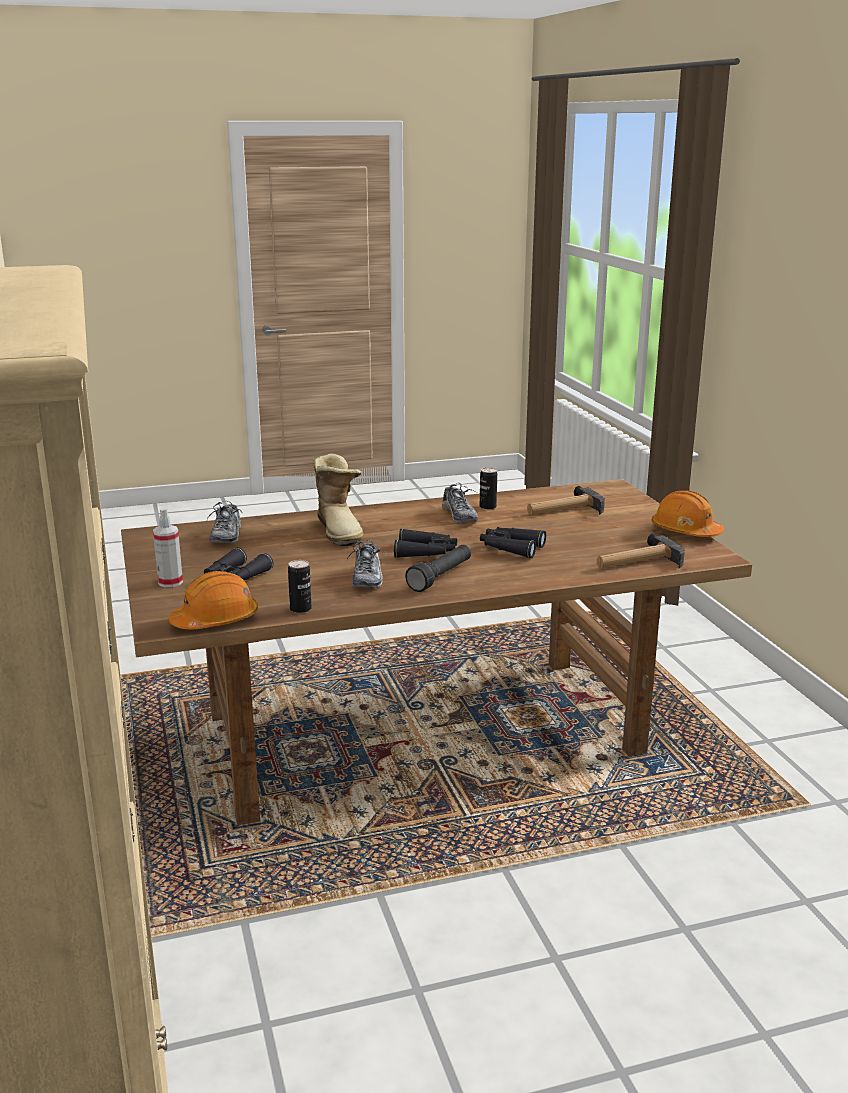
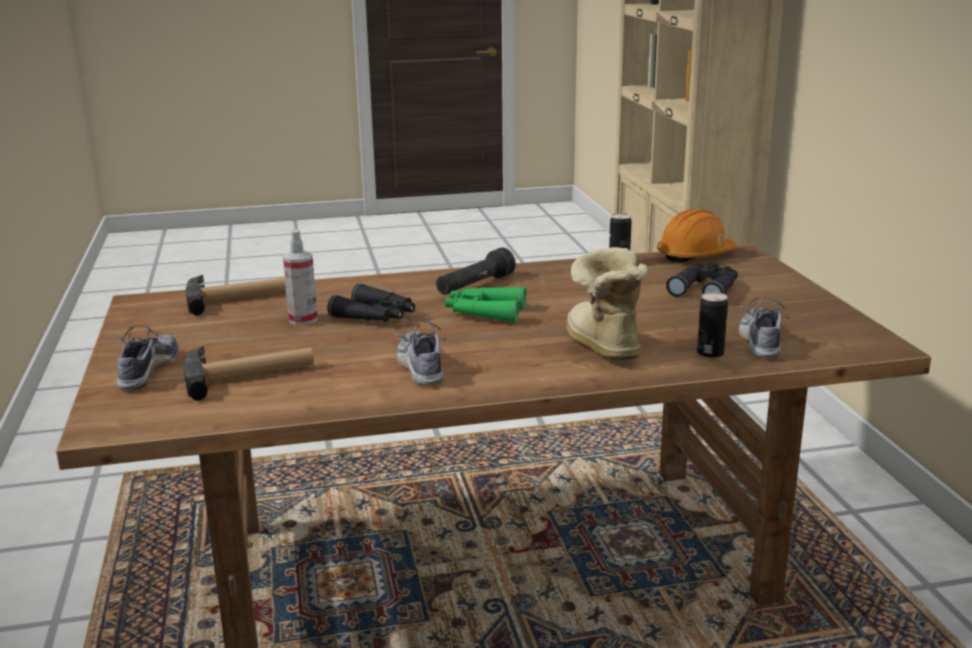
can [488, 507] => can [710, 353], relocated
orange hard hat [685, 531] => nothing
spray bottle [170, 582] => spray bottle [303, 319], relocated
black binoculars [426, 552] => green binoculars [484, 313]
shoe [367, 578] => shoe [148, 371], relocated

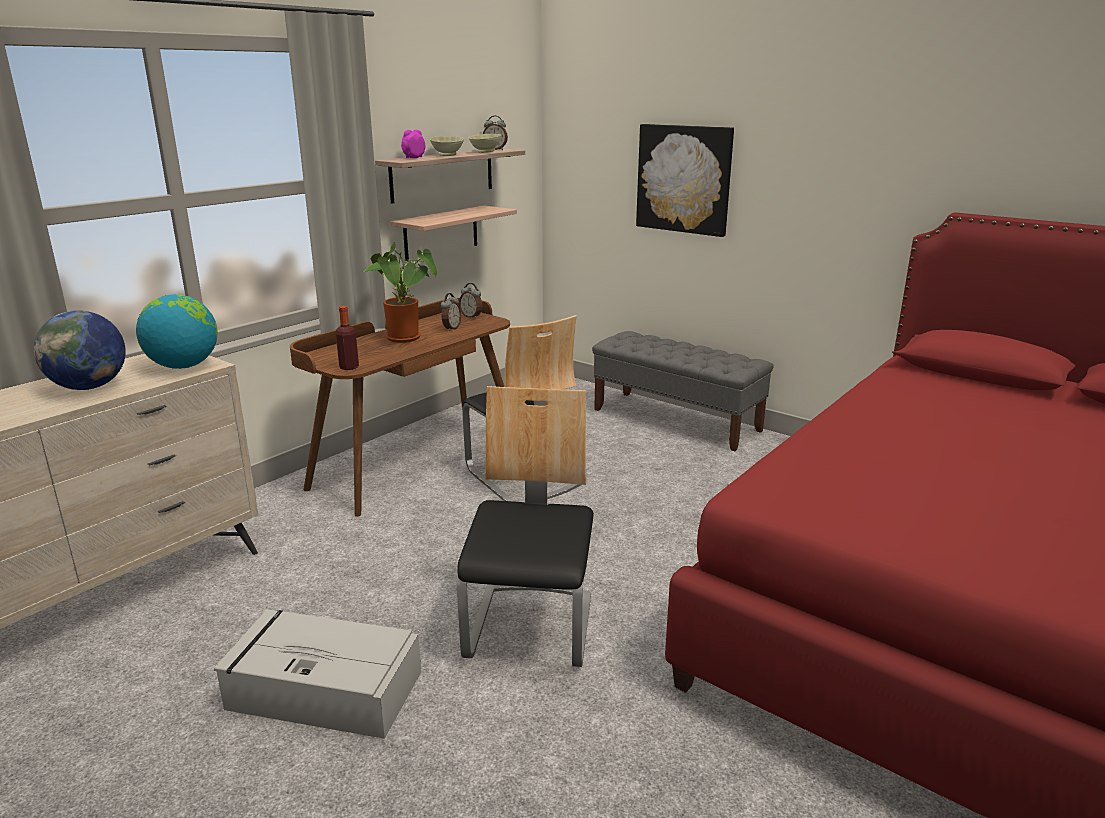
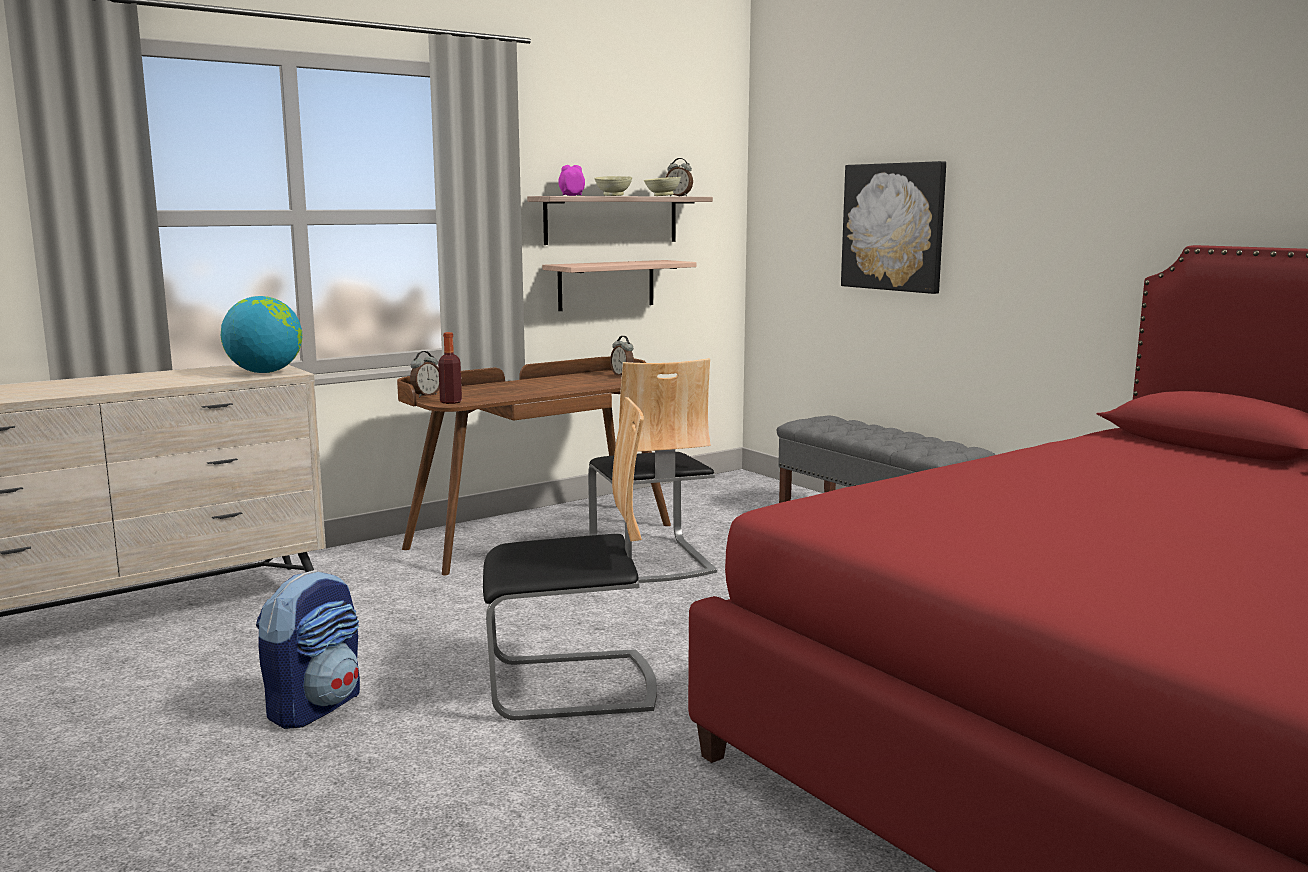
potted plant [406, 339] => nothing
alarm clock [451, 328] => alarm clock [426, 395], relocated
globe [89, 387] => nothing
chair [531, 627] => chair [571, 685], 60 degrees clockwise
grey storage box [322, 690] => backpack [315, 706]

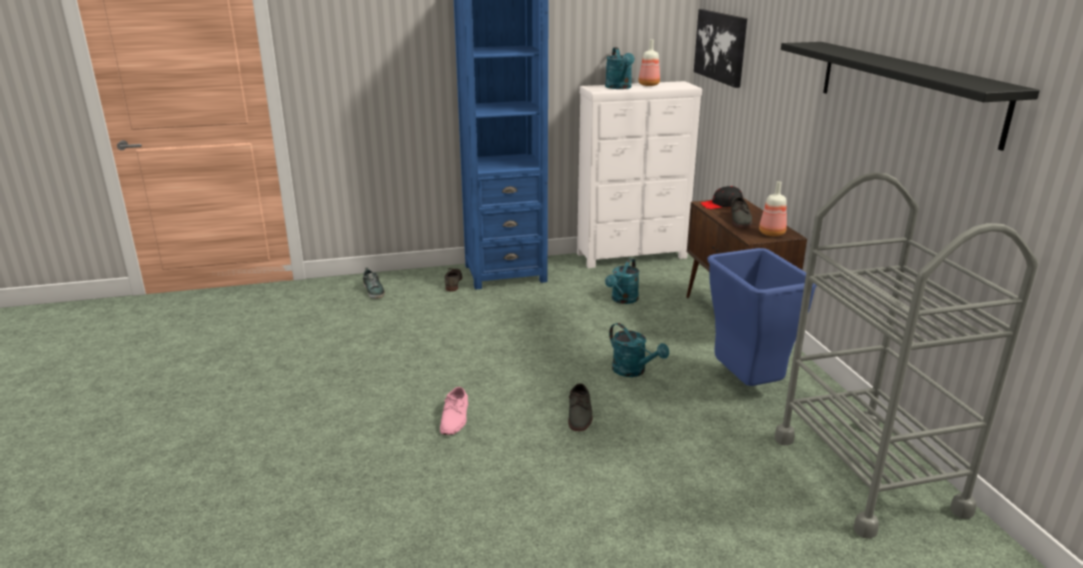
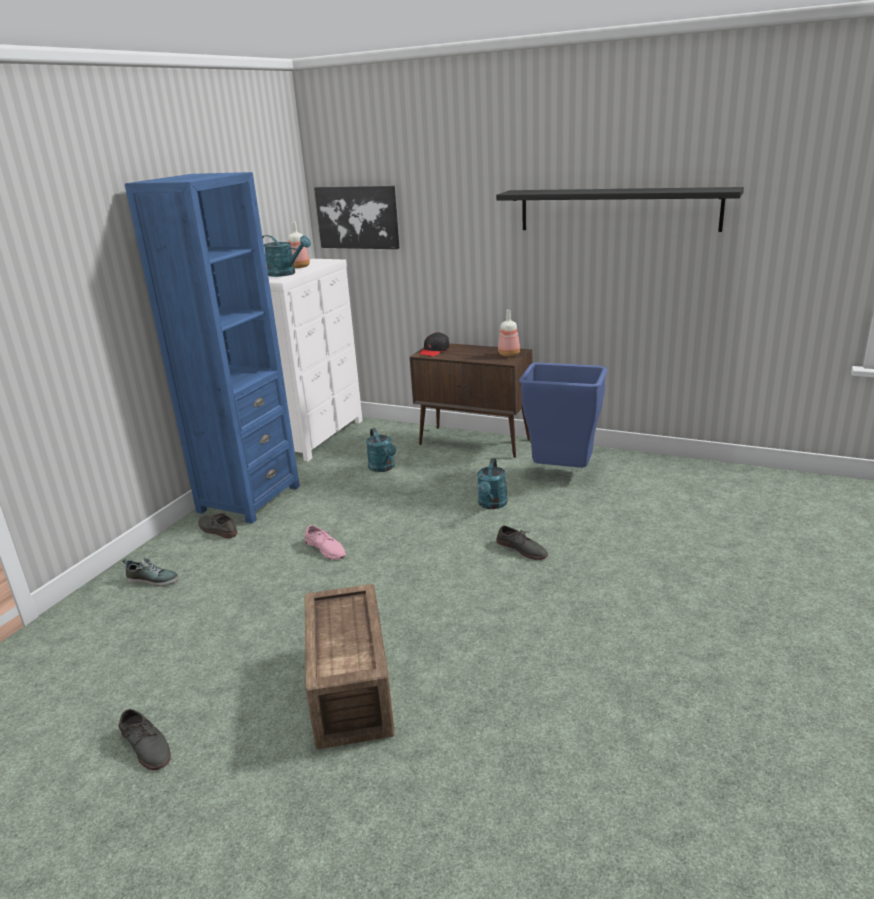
grey cart [867, 474] => nothing
grey shoe [740, 220] => grey shoe [147, 745], relocated
turquoise watering can [633, 371] => turquoise watering can [491, 505], 105 degrees clockwise
pink shoe [455, 418] => pink shoe [326, 548], relocated
nothing => crate [353, 687]

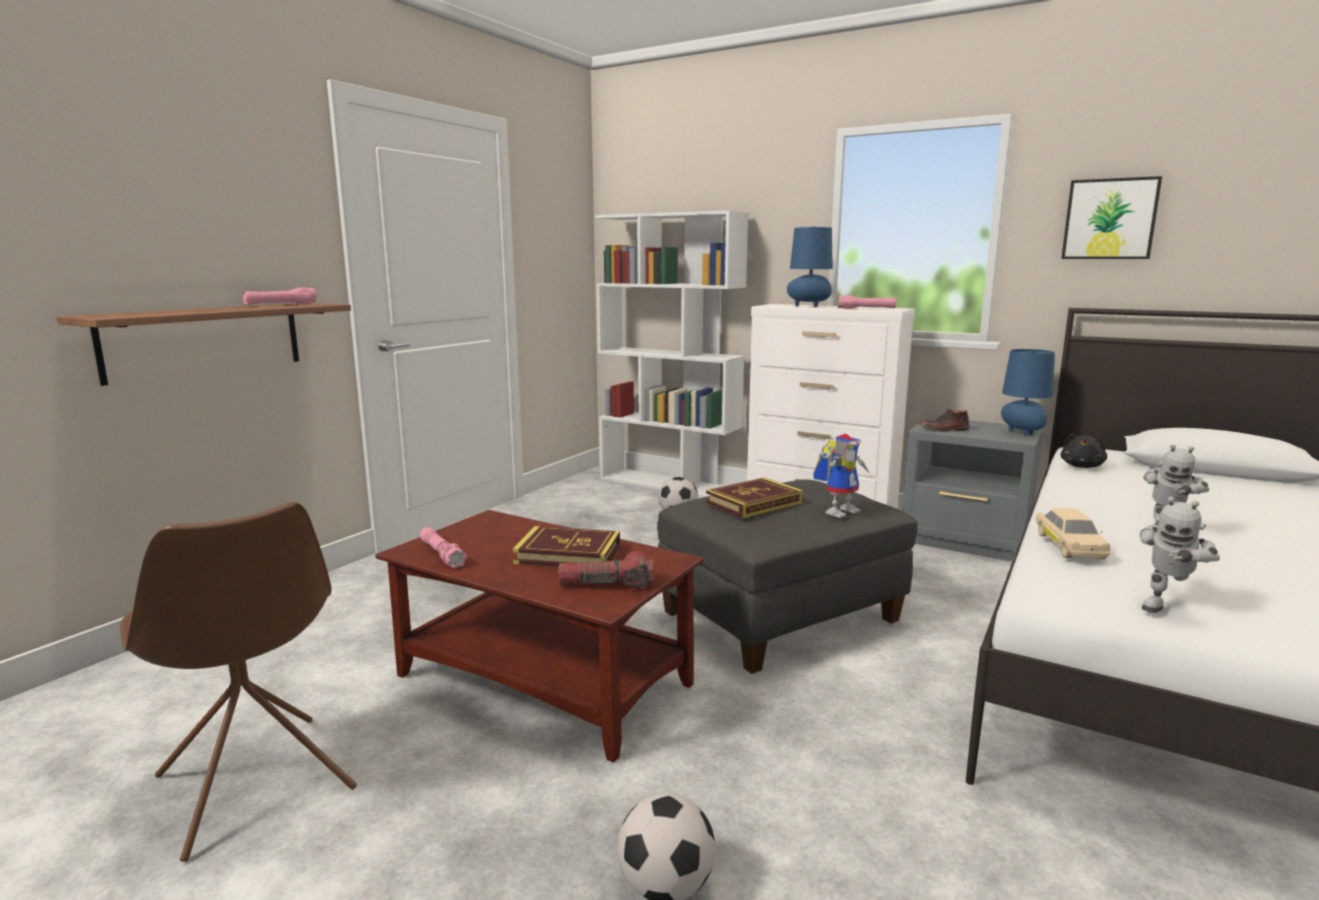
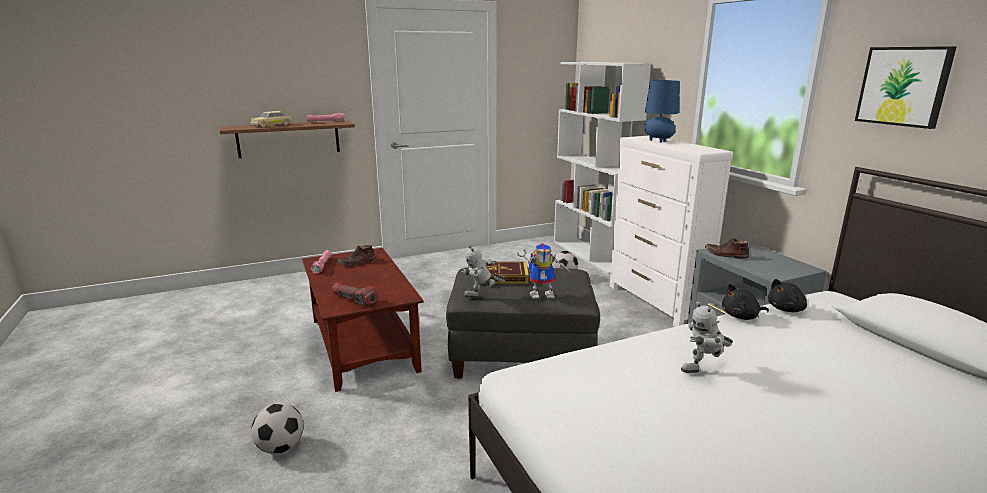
pink flashlight [866, 309] => nothing
blue table lamp [1022, 433] => nothing
toy robot [1165, 605] => toy robot [482, 297], relocated
brown chair [255, 785] => nothing
beige toy car [1069, 546] => beige toy car [272, 125], relocated
book [568, 554] => nothing
nothing => brown shoe [357, 262]
nothing => black plush toy [741, 316]

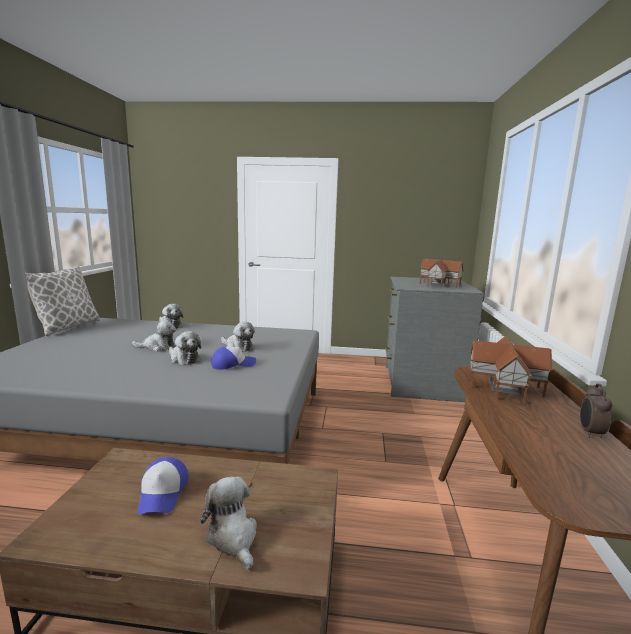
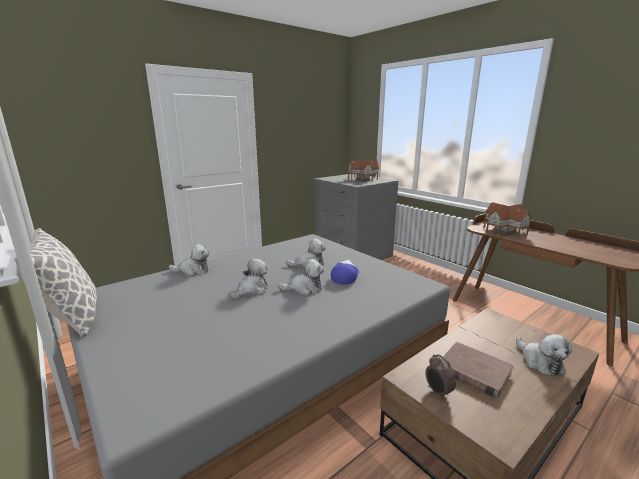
alarm clock [590, 433] => alarm clock [438, 392], relocated
cap [163, 493] => brown book [474, 371]
plush toy [233, 537] => plush toy [539, 361], 120 degrees counterclockwise

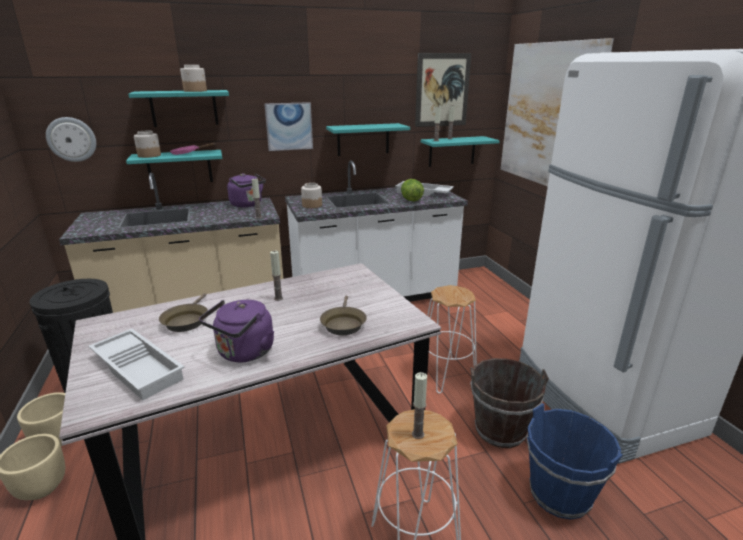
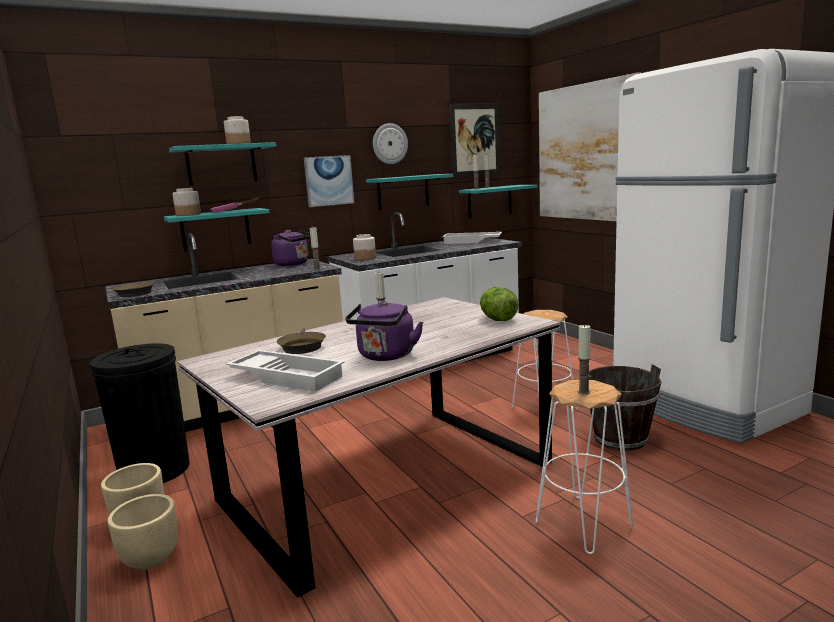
wall clock [71, 139] => wall clock [389, 144], relocated
lettuce [411, 200] => lettuce [498, 320], relocated
brown frying pan [343, 324] => brown frying pan [135, 293], relocated
blue bucket [559, 494] => nothing

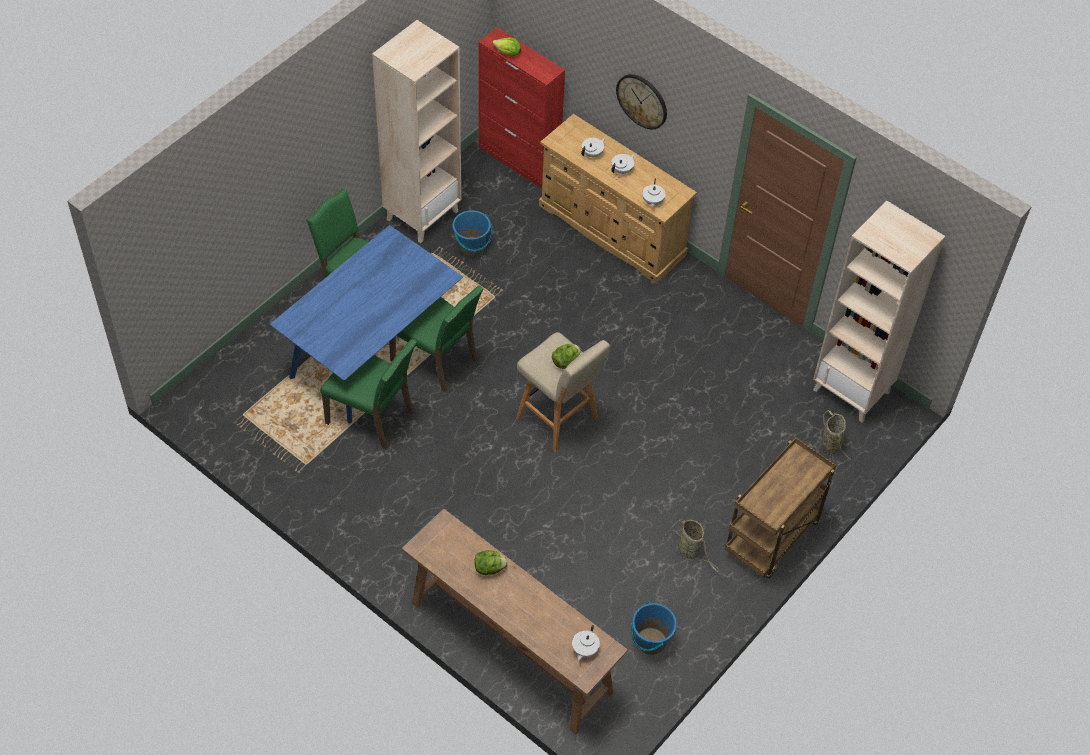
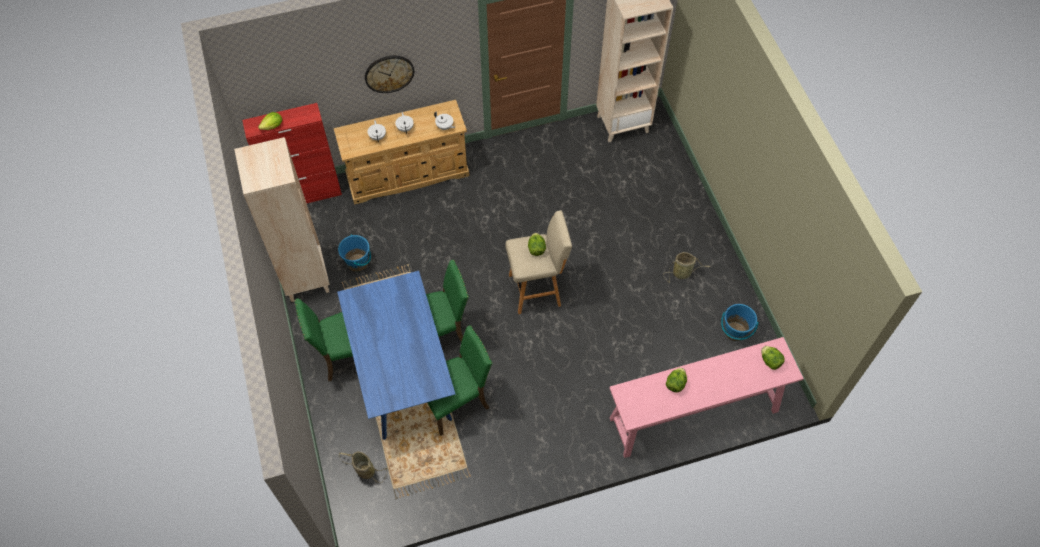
basket [831, 443] => basket [364, 470], relocated
brown cart [772, 539] => nothing
brown console table [510, 647] => pink console table [693, 415]
white teapot [584, 650] => lettuce [770, 361]

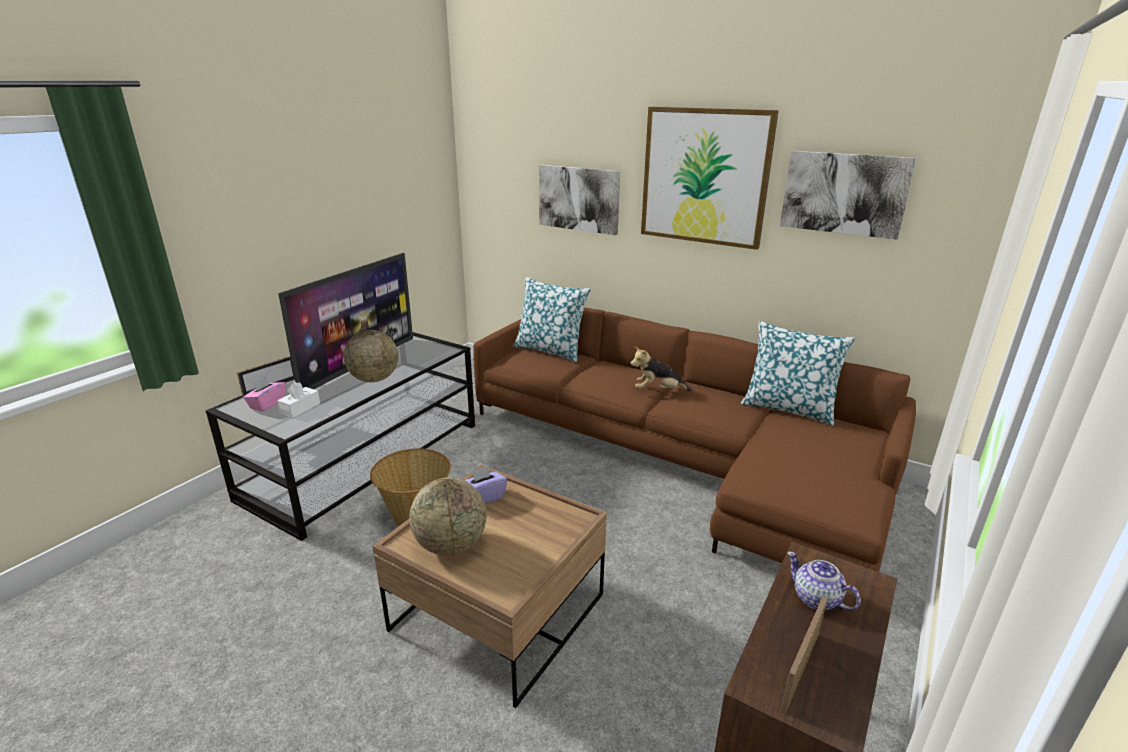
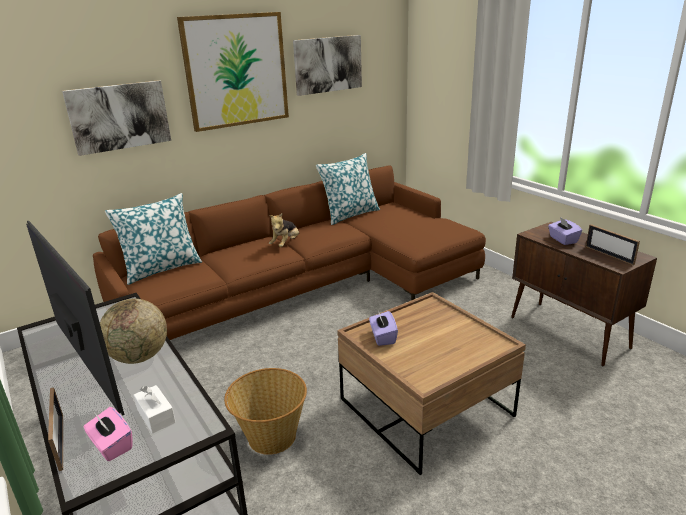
globe [451, 545] => nothing
teapot [817, 599] => purple tissue box [562, 240]

